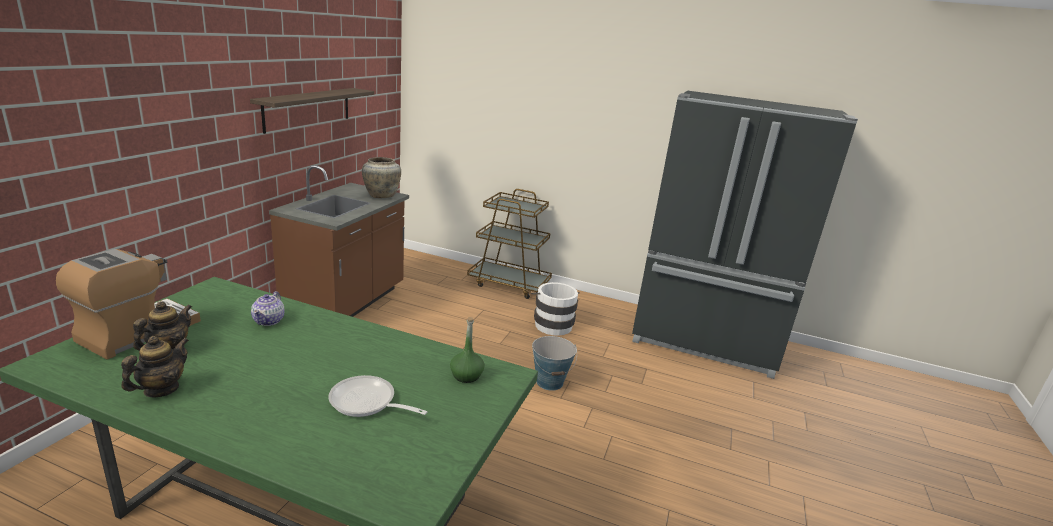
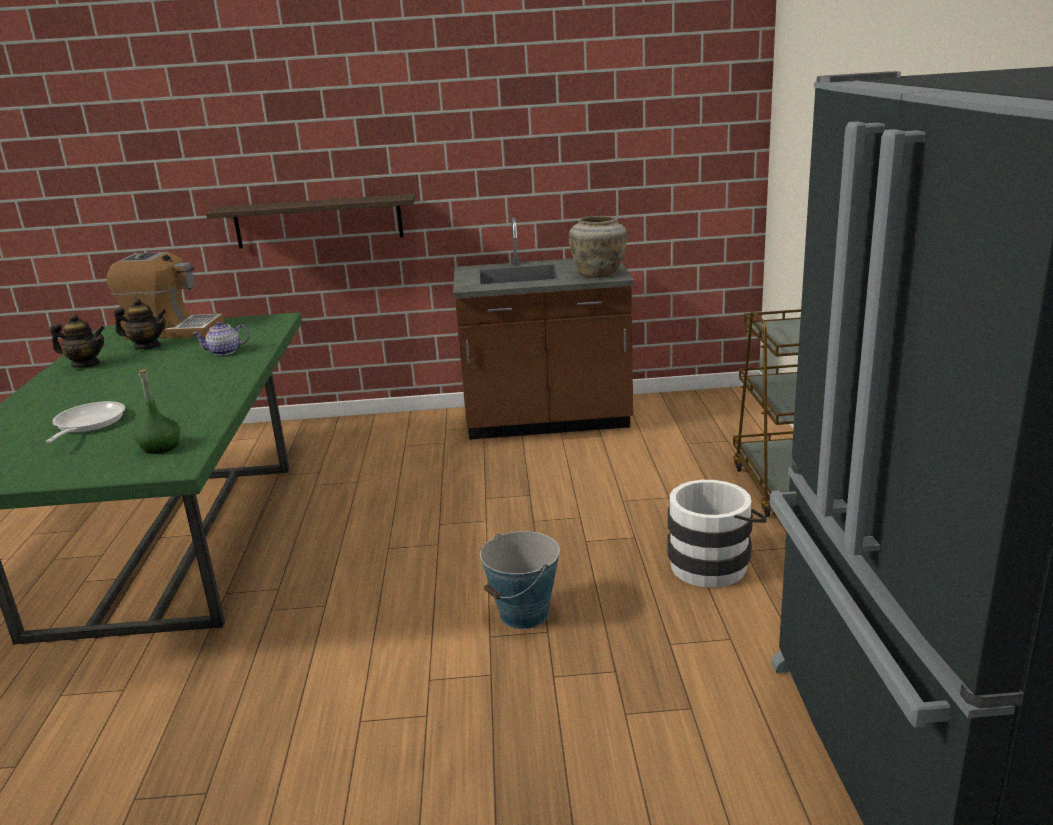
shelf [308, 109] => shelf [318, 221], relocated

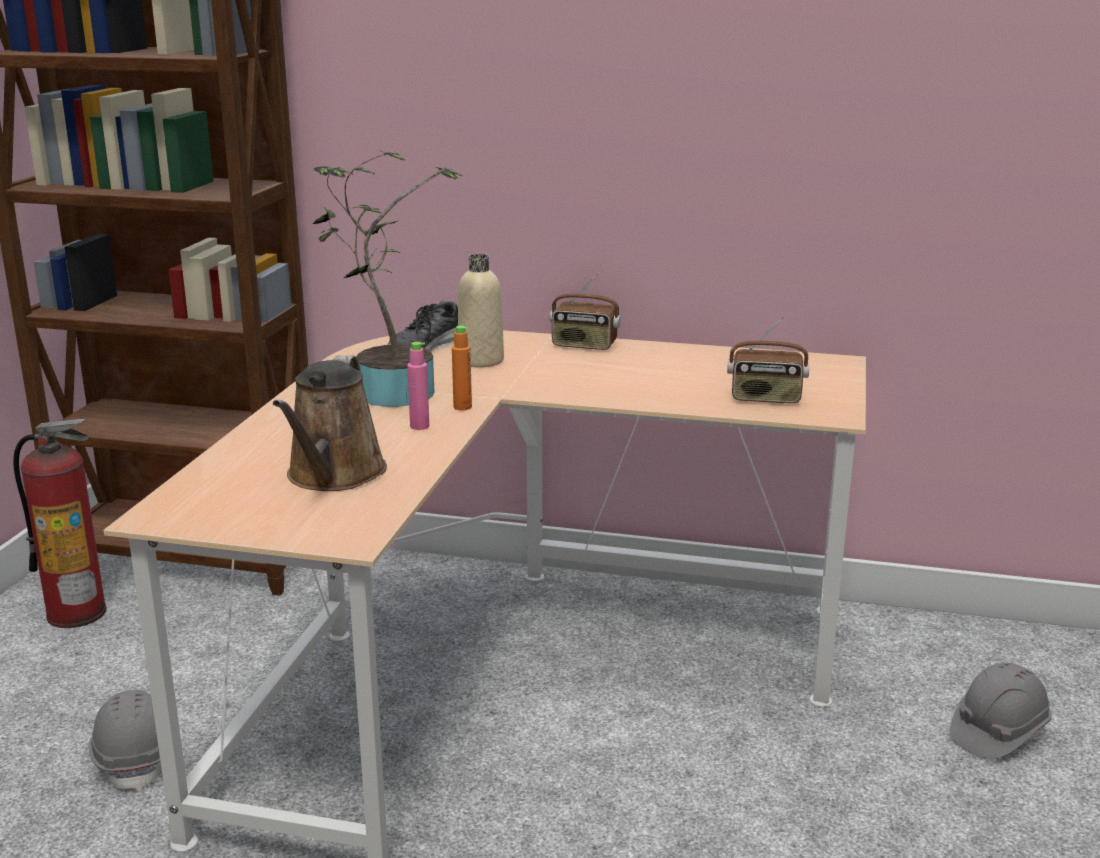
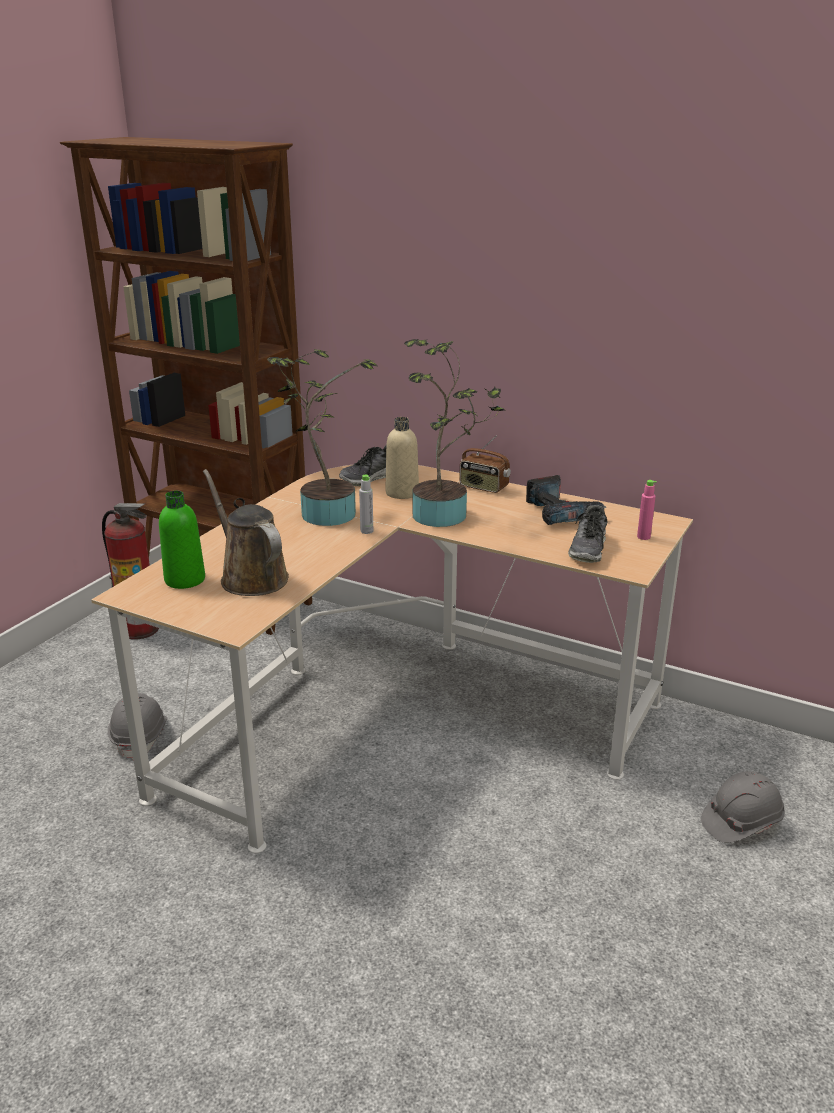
radio [765, 398] => shoe [589, 549]
orange bottle [462, 407] => grey bottle [366, 531]
pink bottle [419, 426] => pink bottle [643, 537], relocated
brown watering can [333, 476] => brown watering can [250, 577], 120 degrees clockwise
nothing => potted plant [446, 514]
nothing => power drill [560, 512]
nothing => green bottle [185, 580]

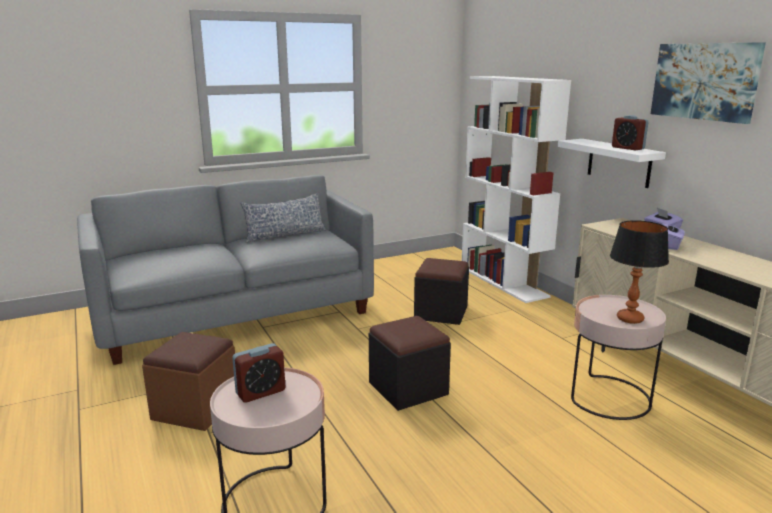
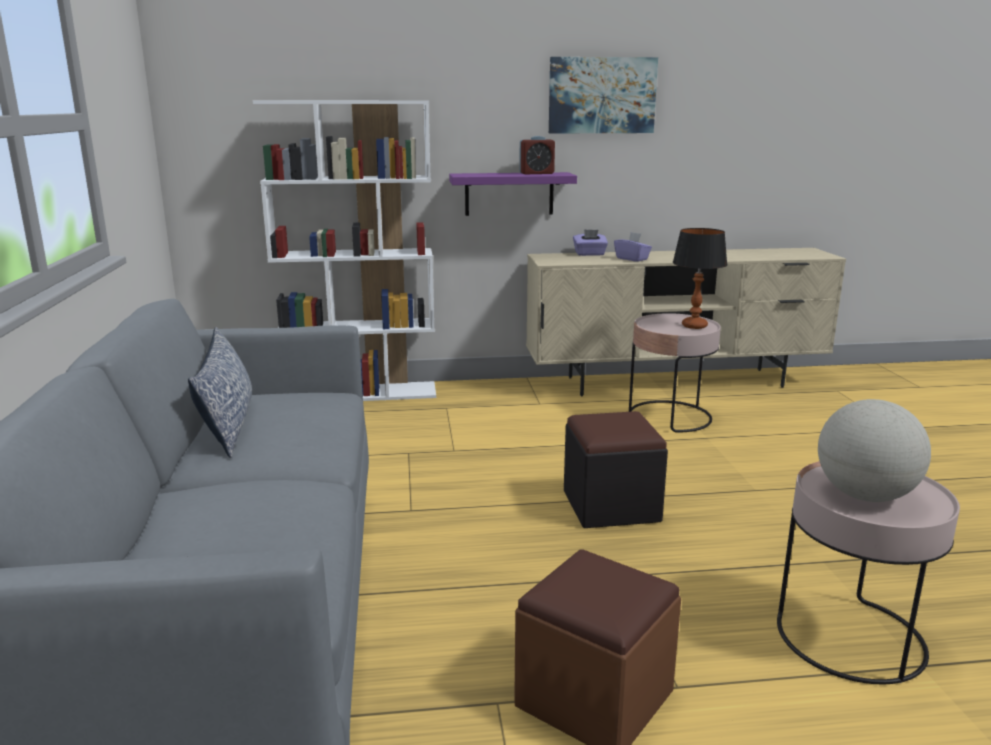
white shelf [619, 163] => purple shelf [509, 194]
black ottoman [441, 313] => nothing
alarm clock [260, 392] => globe [864, 496]

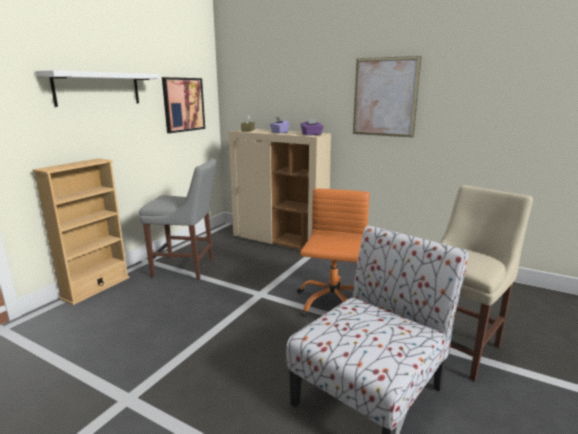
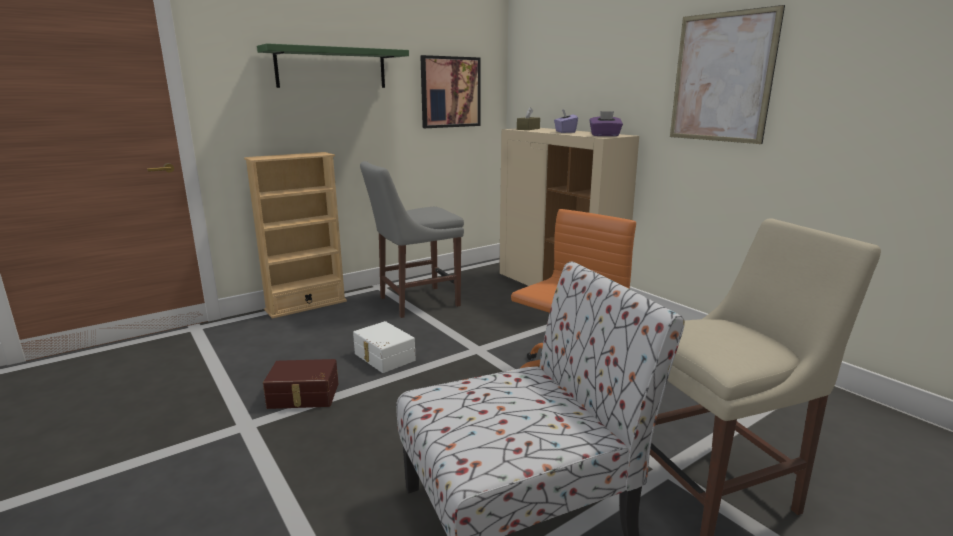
white shelf [98, 89] => green shelf [332, 68]
grey chair [186, 268] => grey chair [415, 302], 120 degrees clockwise
nothing => white storage box [383, 357]
nothing => brown storage box [303, 396]

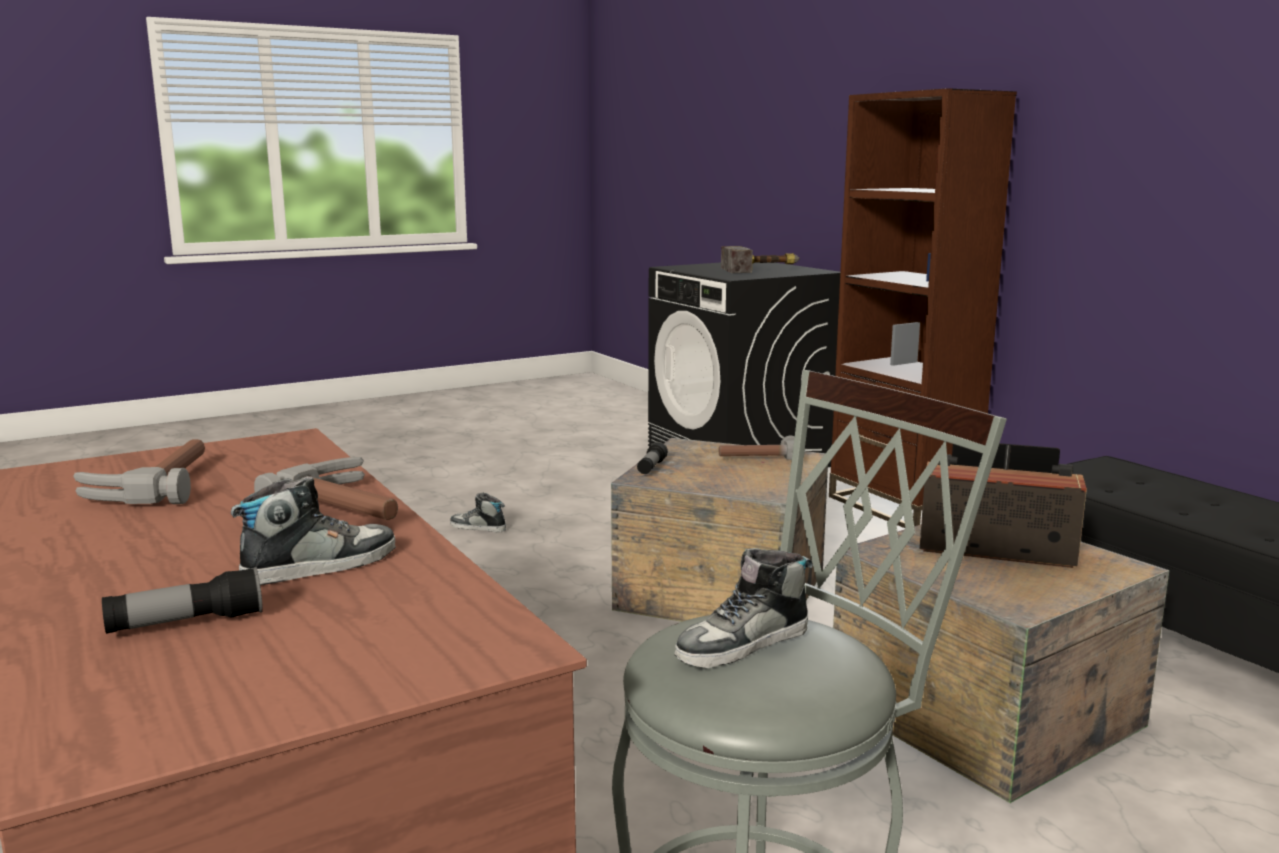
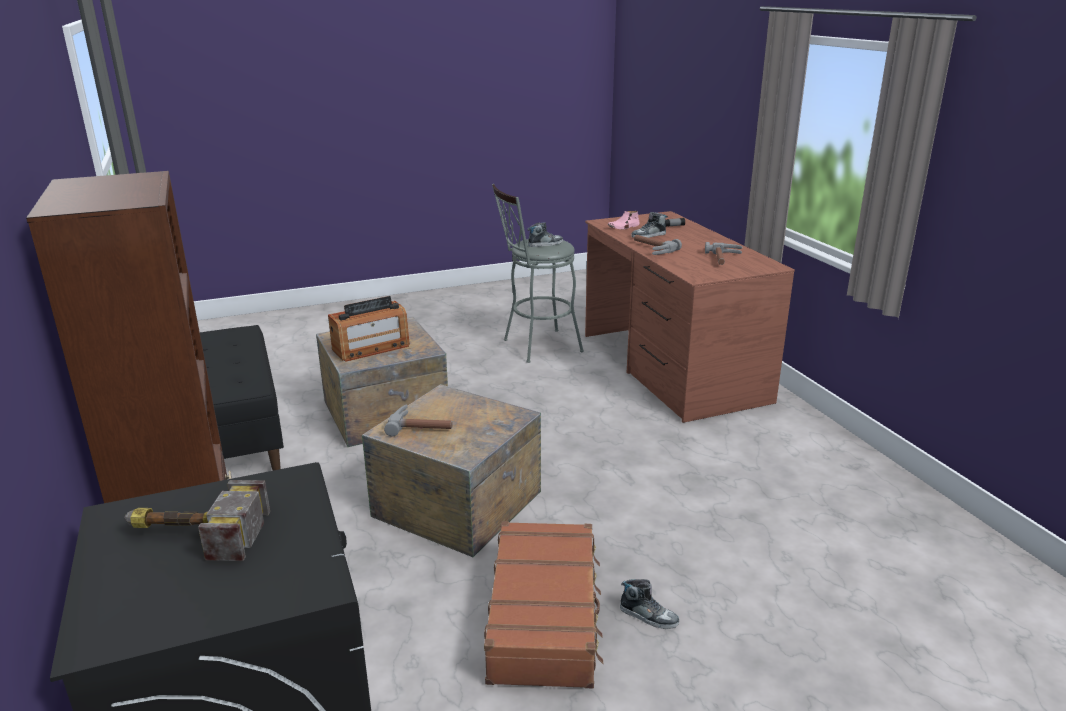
flashlight [651, 468] => nothing
radio [996, 548] => radio [371, 348], 60 degrees counterclockwise
nothing => pink shoe [623, 227]
nothing => brown suitcase [545, 616]

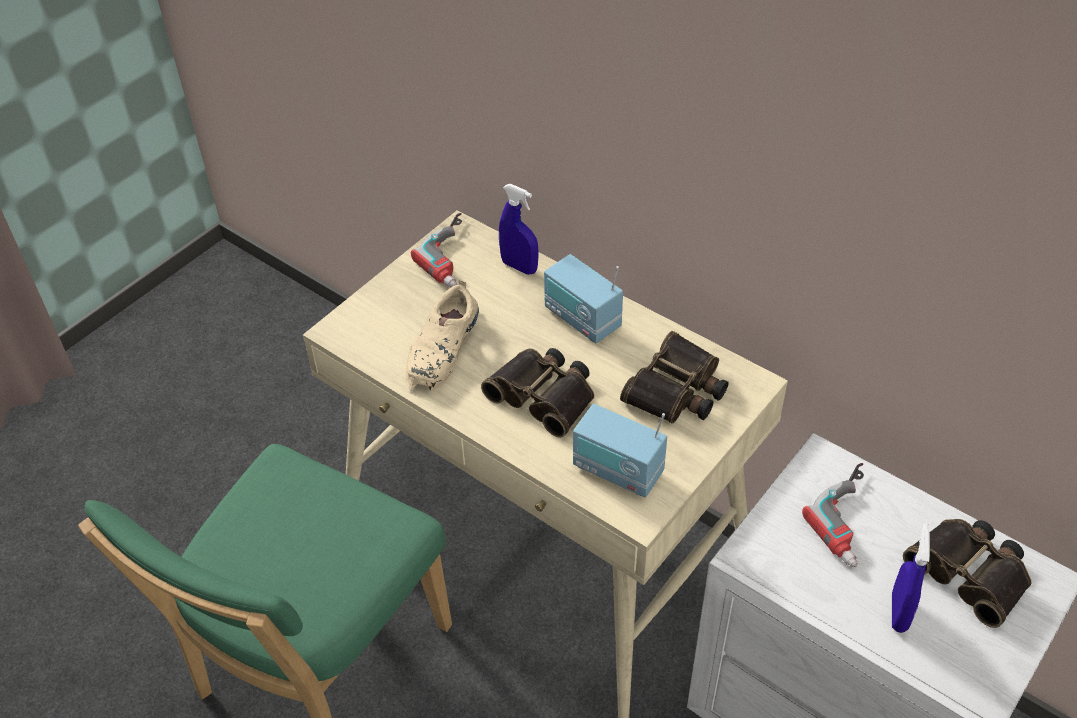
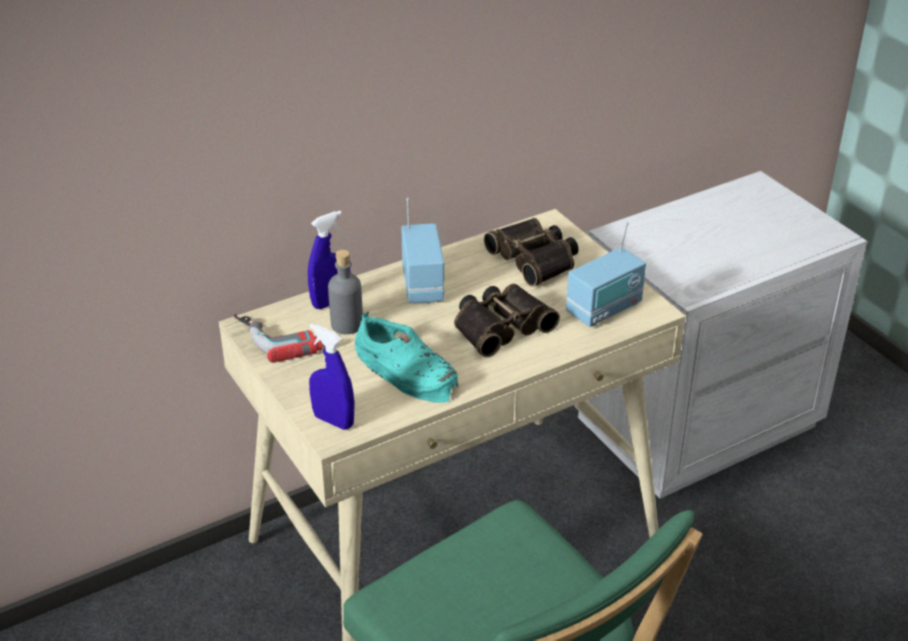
radio [582, 319] => radio [423, 285], 75 degrees counterclockwise
beige shoe [443, 349] => turquoise shoe [406, 370]
power drill [854, 520] => nothing
binoculars [971, 572] => nothing
blue spray bottle [899, 613] => blue spray bottle [333, 421], relocated
nothing => grey bottle [347, 324]

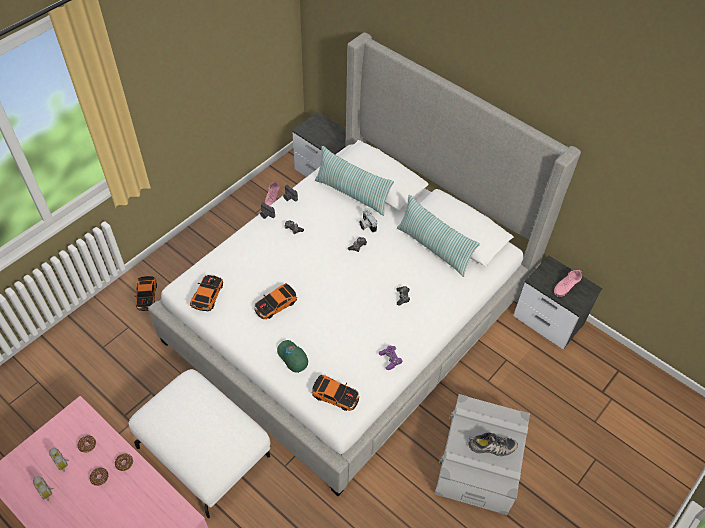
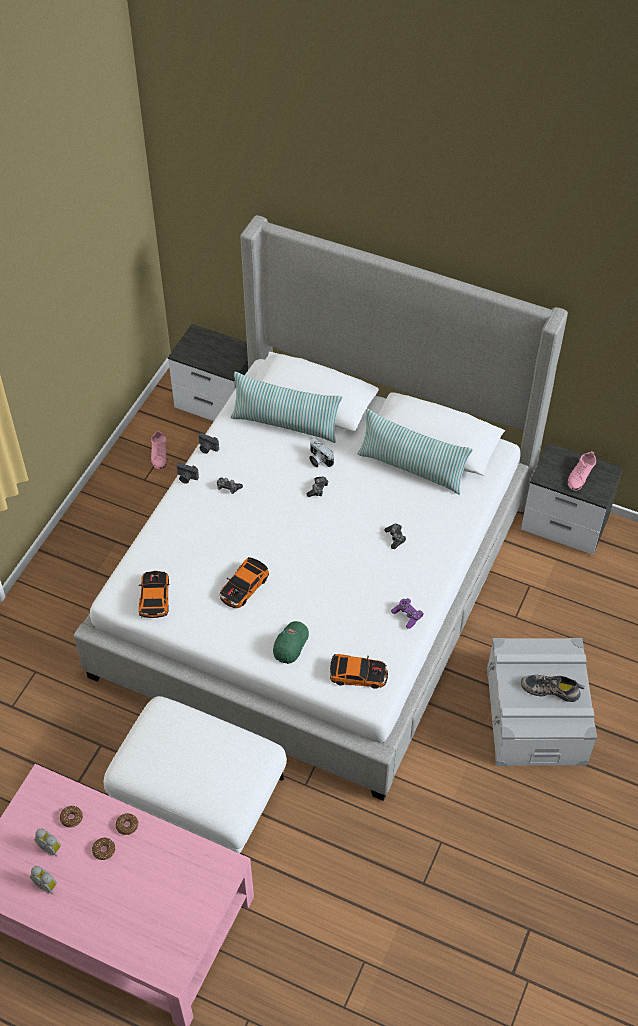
toy car [147, 296] => nothing
green cap [293, 357] => green cap [290, 644], 75 degrees clockwise
shoe [491, 447] => shoe [551, 689], 150 degrees counterclockwise

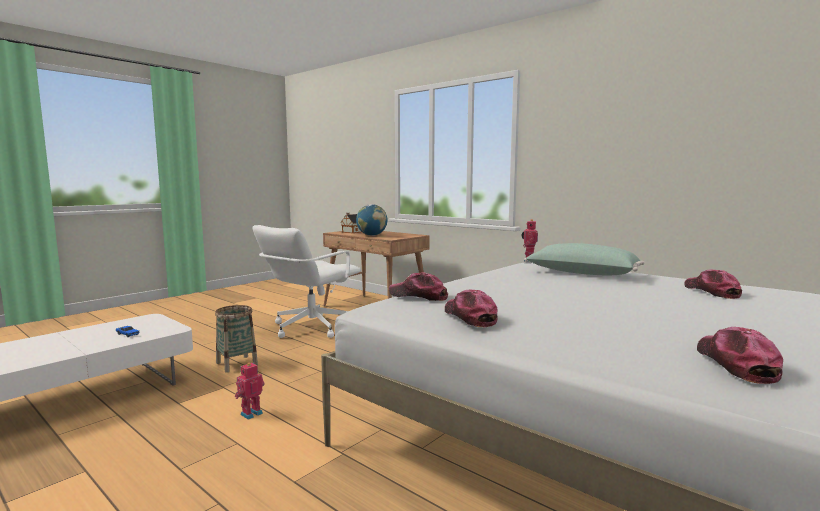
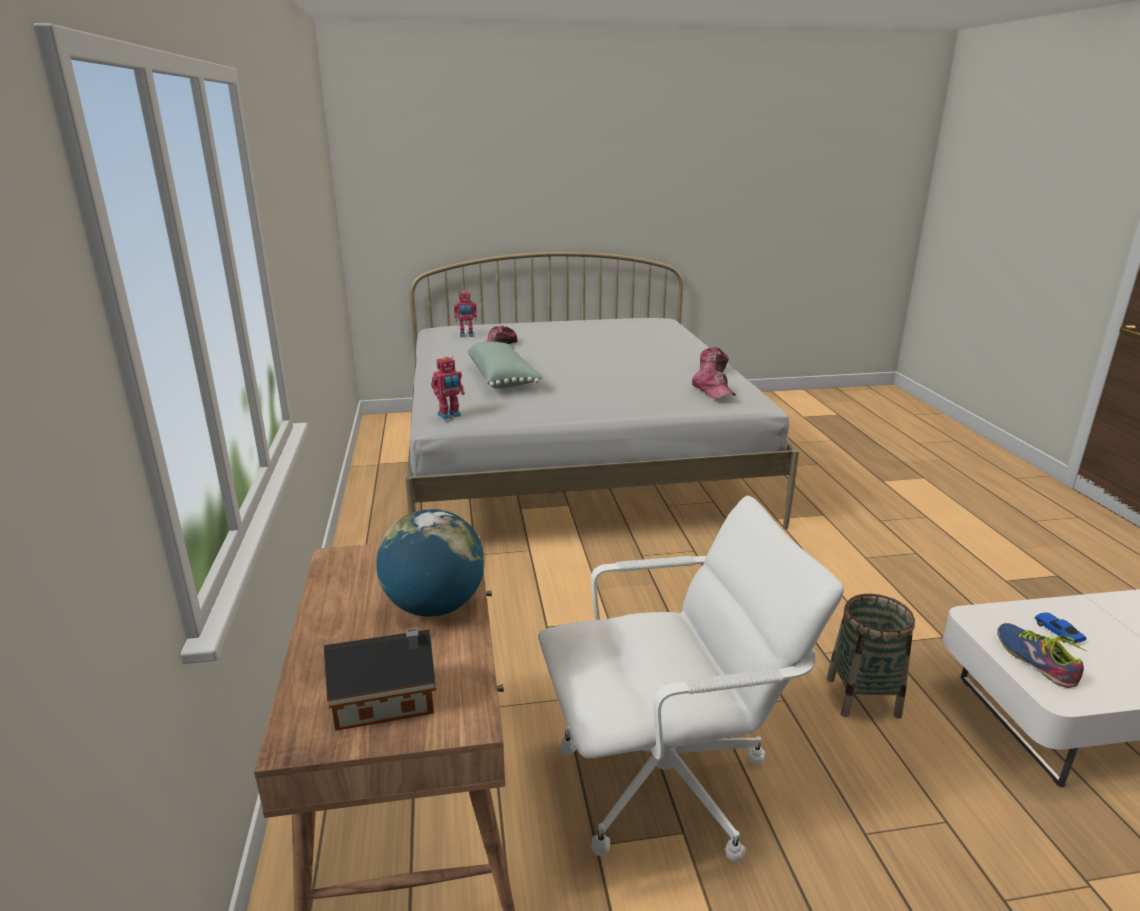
cap [735, 364] => nothing
toy robot [250, 413] => toy robot [466, 335], relocated
nothing => shoe [1034, 660]

